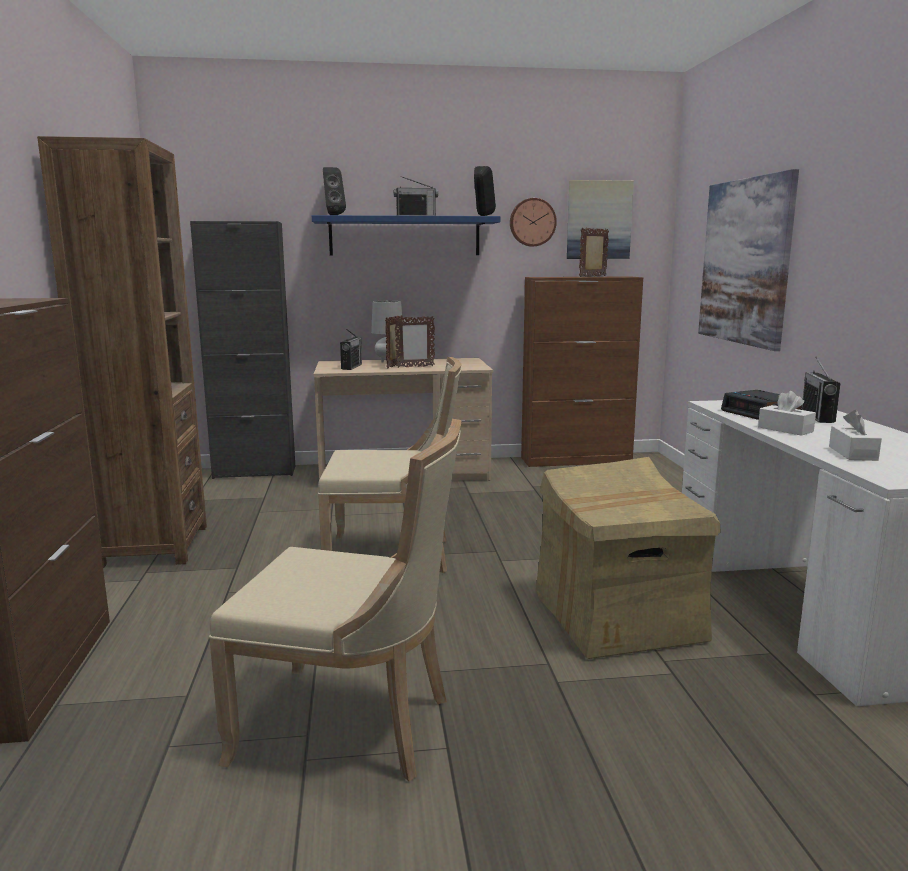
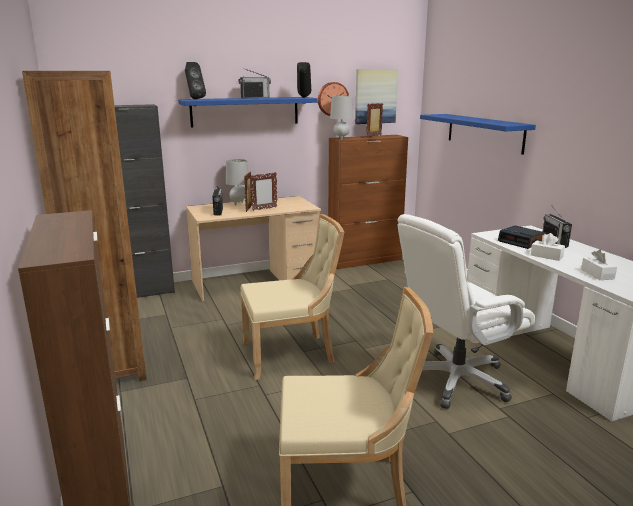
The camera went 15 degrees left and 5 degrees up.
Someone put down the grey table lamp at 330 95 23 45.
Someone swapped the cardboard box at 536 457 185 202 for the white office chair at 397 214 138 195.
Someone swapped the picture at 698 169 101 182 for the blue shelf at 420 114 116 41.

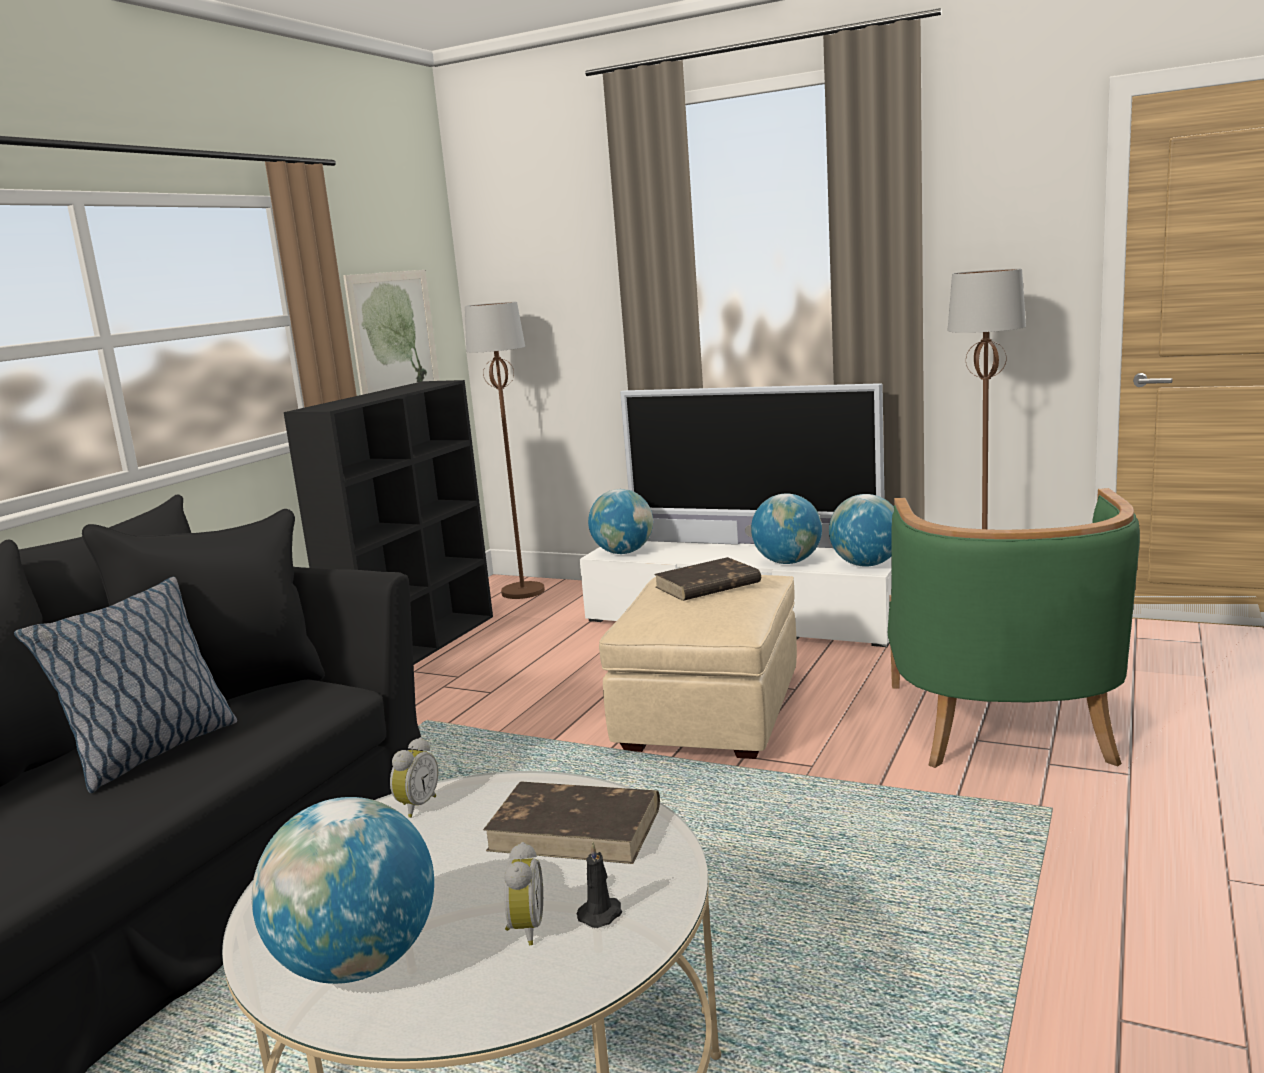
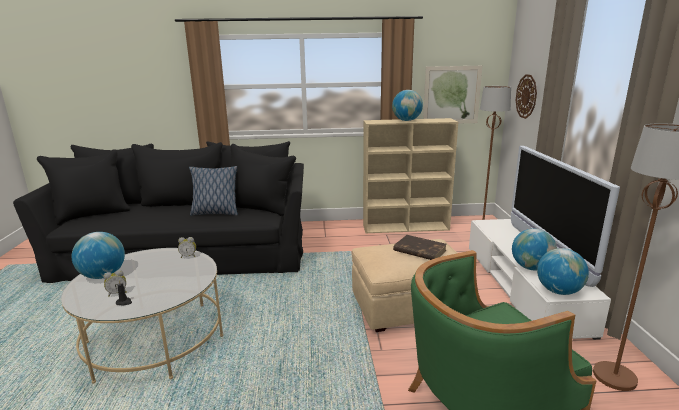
The camera went 60 degrees right and 5 degrees up.
Someone repainted the black bookcase at 284 380 209 284, which became the beige bookcase at 363 118 95 115.
Someone carried the globe from 588 489 65 65 to 392 90 31 31.
Someone put up the wall clock at 516 74 21 45.
Someone took away the brown book at 483 781 177 83.

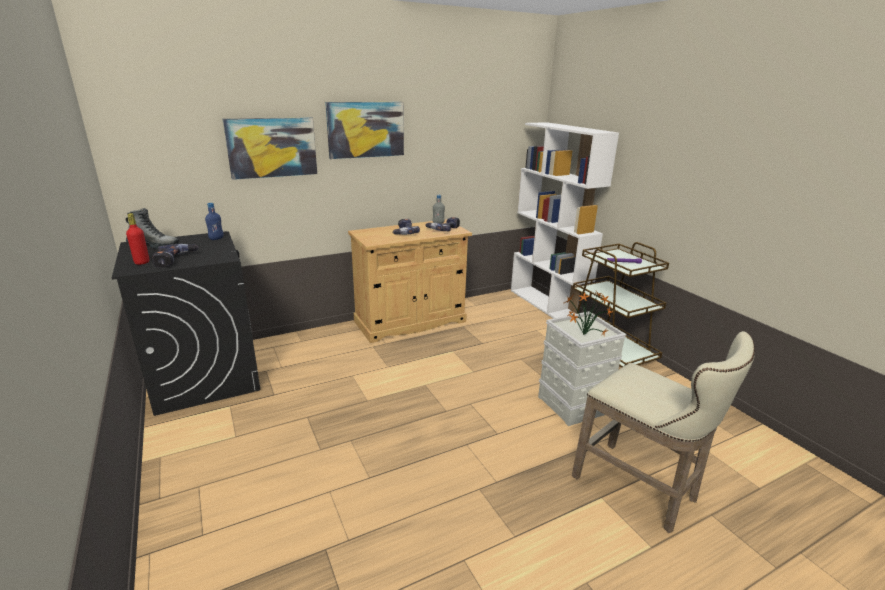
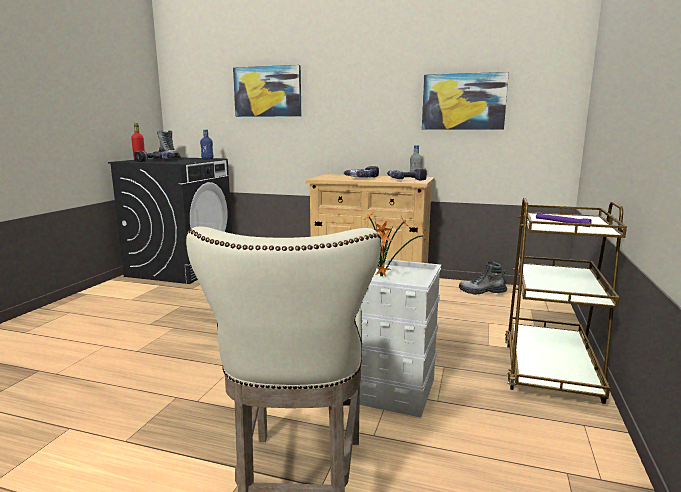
The camera went 45 degrees right and 10 degrees down.
Someone carried the picture from 325 102 79 57 to 422 72 87 58.
Someone put down the boot at 459 261 48 34.
Someone took away the white bookcase at 511 122 108 197.

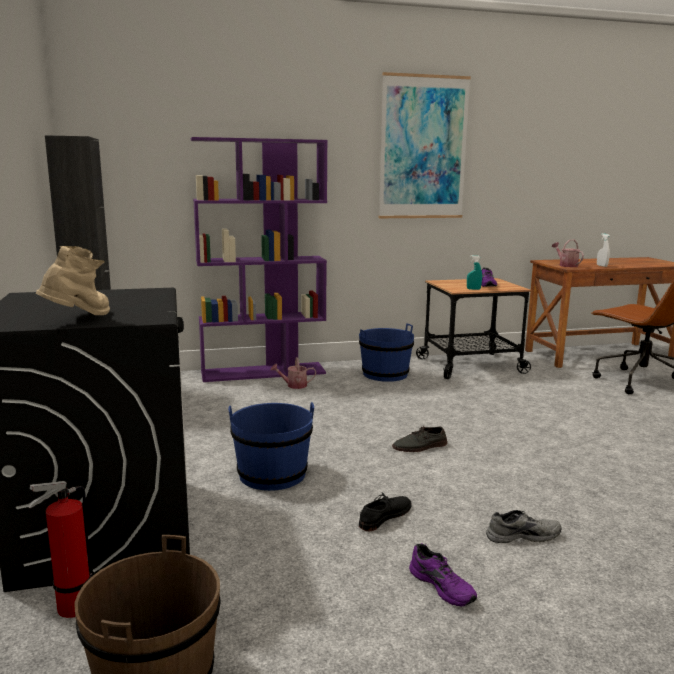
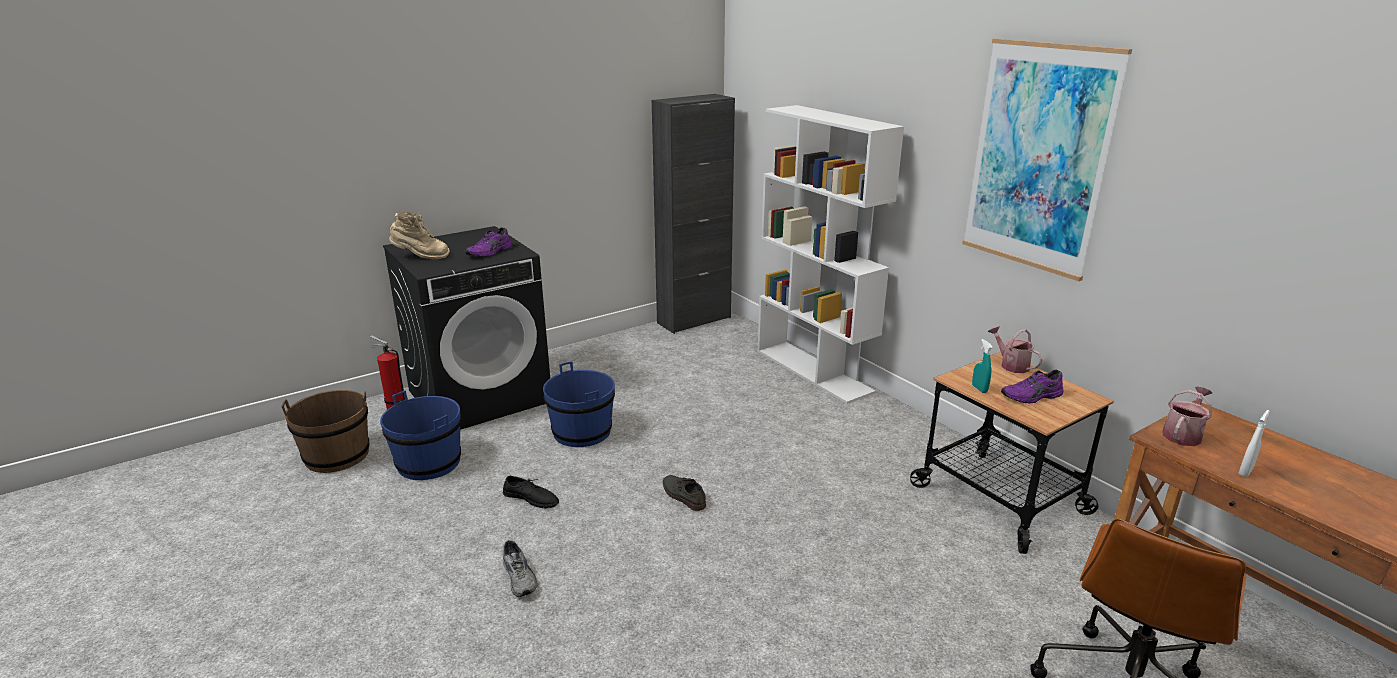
The camera went 70 degrees right and 10 degrees up.
Someone carried the blue bucket from 359 323 55 59 to 380 390 81 90.
Someone carried the purple shoe from 409 543 68 64 to 465 227 47 30.
Someone repainted the purple bookcase at 191 137 137 245, which became the white bookcase at 757 105 147 299.
Someone carried the watering can from 271 357 45 32 to 988 326 55 47.

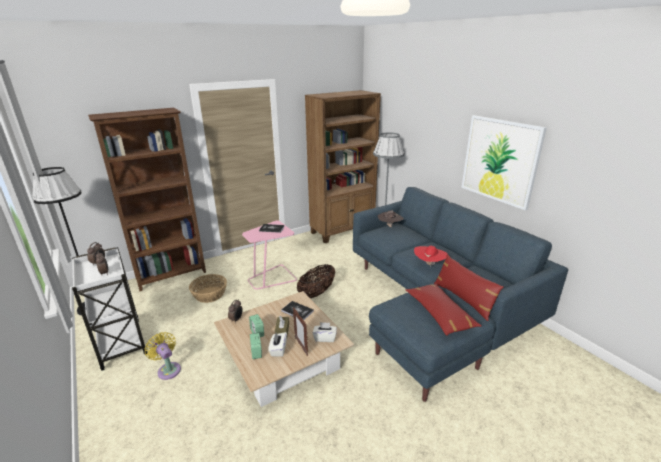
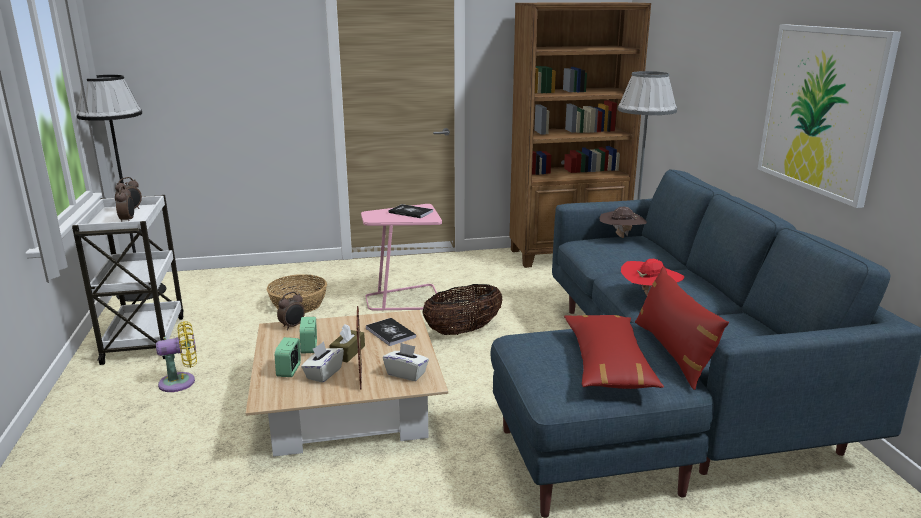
The camera went 20 degrees right and 5 degrees down.
Someone rotated the yellow fan at 145 332 36 48 by 90 degrees clockwise.
Someone took away the brown bookcase at 88 108 118 183.

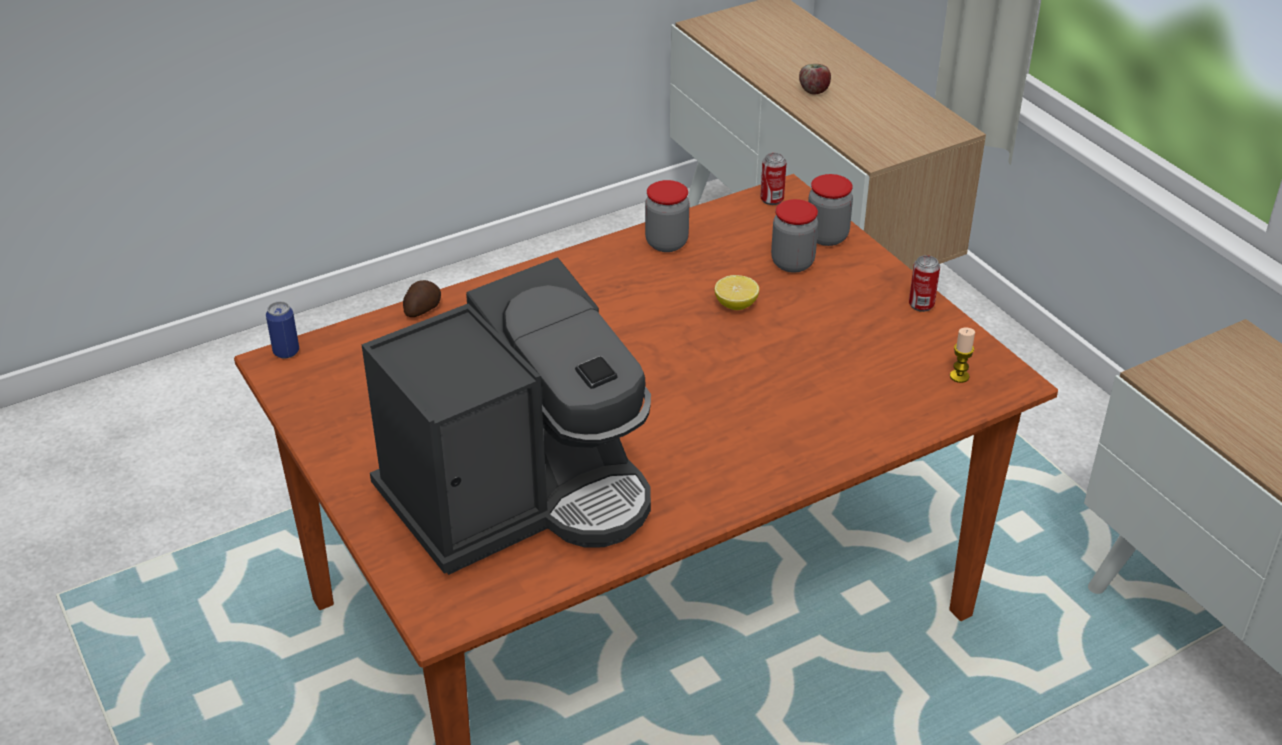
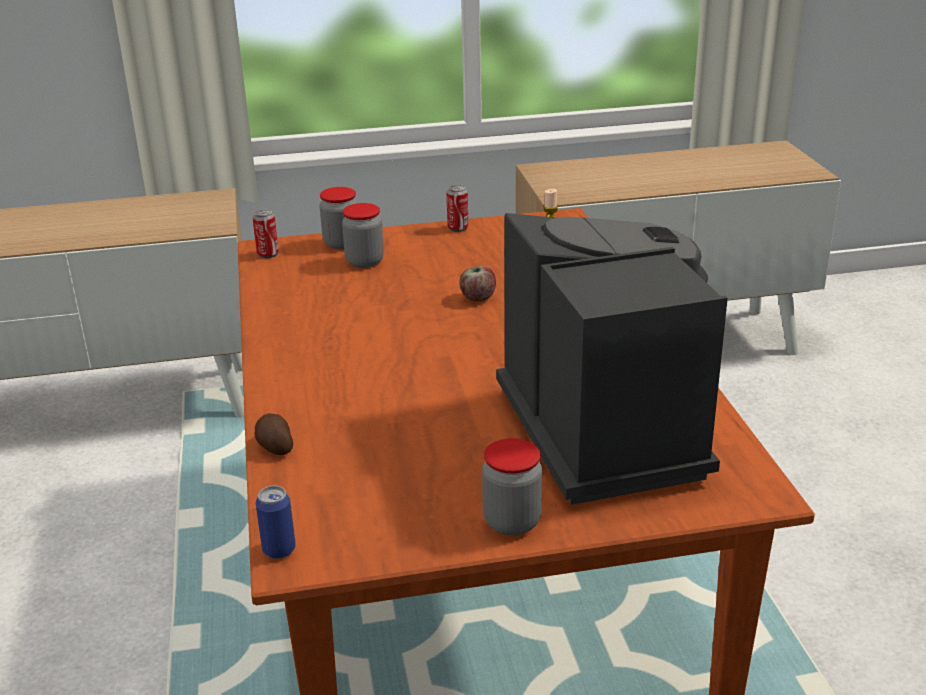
The camera went 70 degrees left and 10 degrees down.
Someone carried the apple from 799 64 32 31 to 459 266 37 36.
Someone carried the jar from 645 180 44 72 to 482 438 60 98.
Someone took away the lemon at 714 275 45 35.

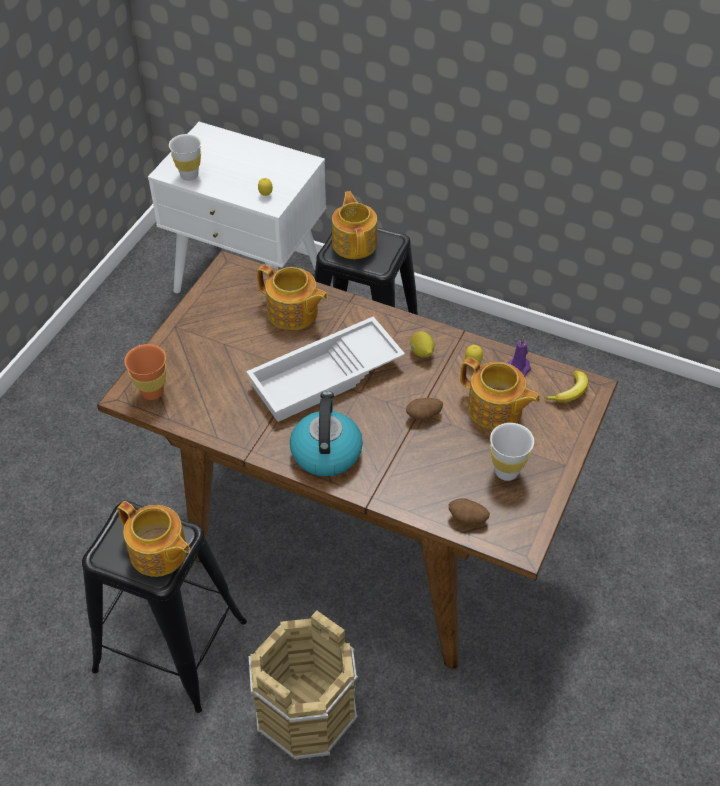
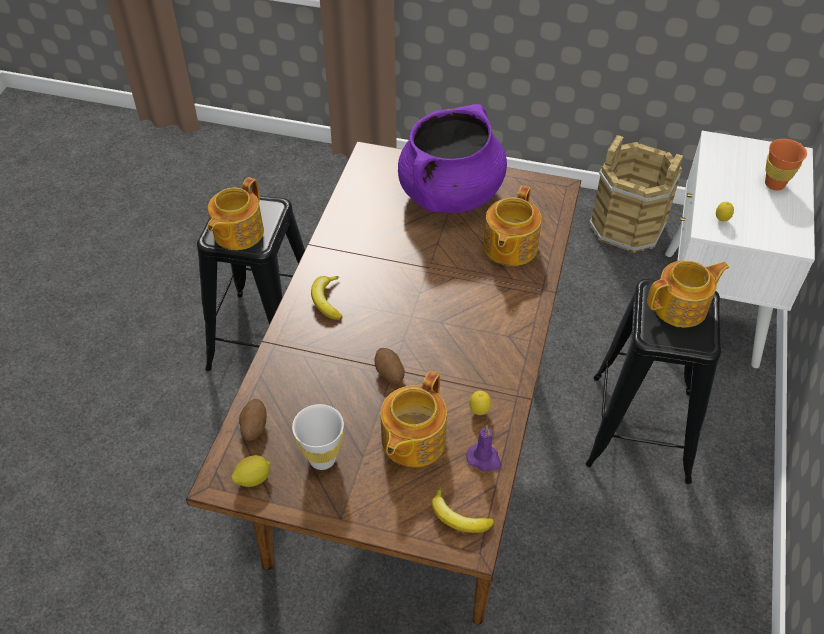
The camera went 80 degrees right and 0 degrees up.
Someone carried the lemon from 410 332 24 25 to 231 455 40 32.
Someone swapped the kettle at 290 391 73 86 for the banana at 311 276 31 44.
Someone put down the purple cooking pot at 398 104 109 109.
Someone carried the brown bucket from 249 611 109 149 to 589 135 94 118.
Someone carried the orange cup from 124 344 43 56 to 765 139 42 51.
Someone took away the white cup at 169 134 32 47.
Someone took away the white tray at 246 316 159 106.

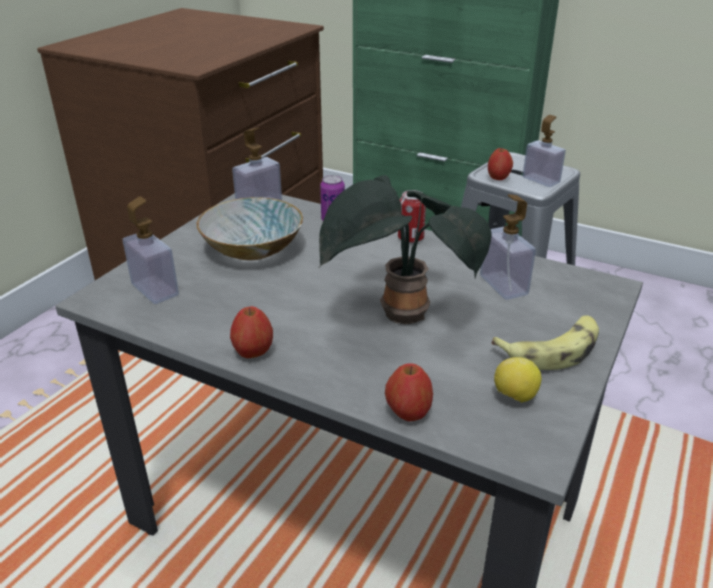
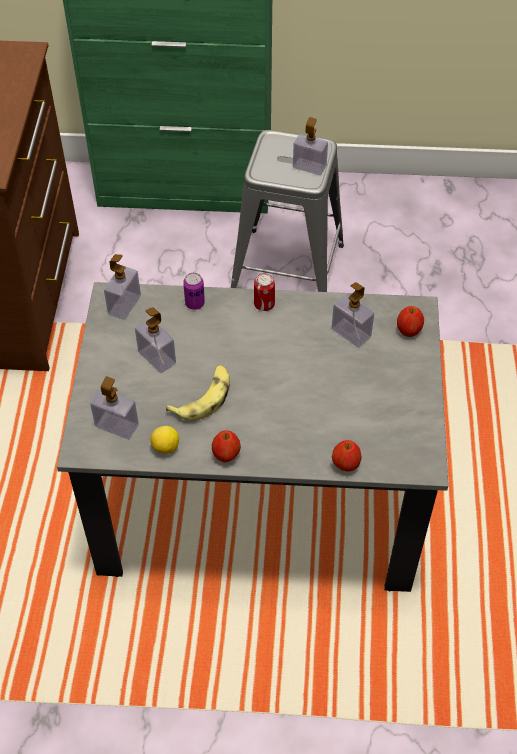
The camera went 25 degrees left and 20 degrees up.
Someone swapped the bowl at 197 197 106 63 for the soap dispenser at 135 307 41 66.
Someone carried the lemon from 494 357 48 46 to 150 426 29 28.
Someone carried the banana from 492 315 107 55 to 166 365 64 56.
Someone carried the apple from 488 148 25 32 to 397 306 27 31.
Someone took away the potted plant at 319 175 173 149.

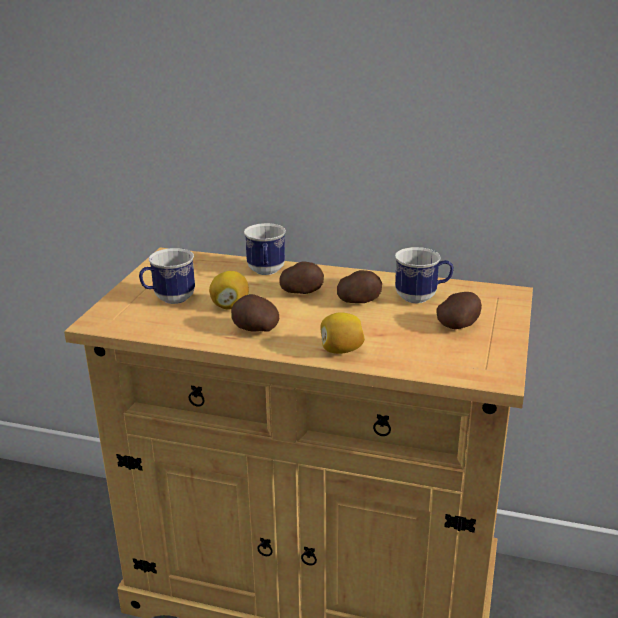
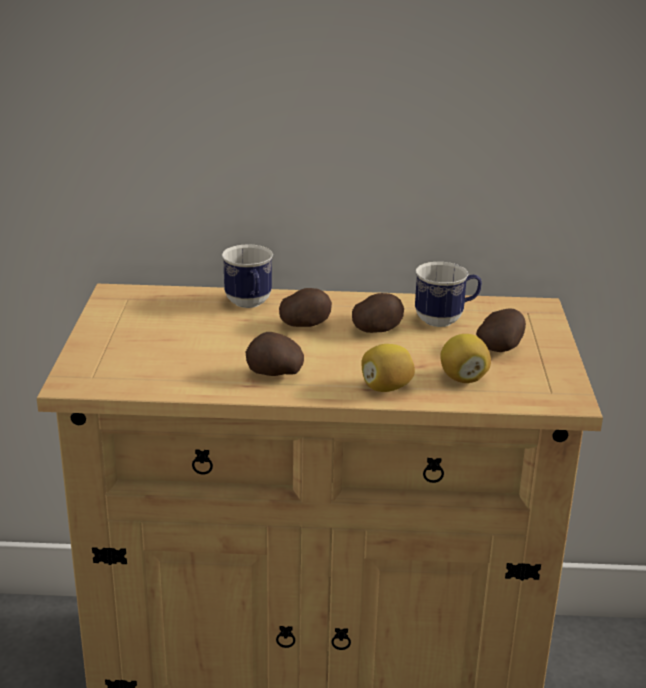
The camera went 15 degrees left and 0 degrees up.
Someone carried the lemon from 209 271 40 39 to 440 334 51 49.
Someone took away the mug at 139 248 56 56.

